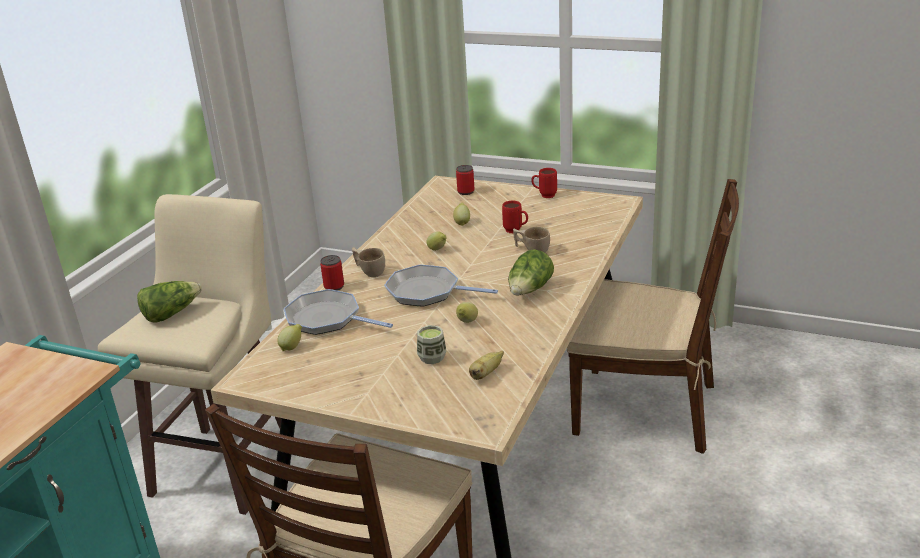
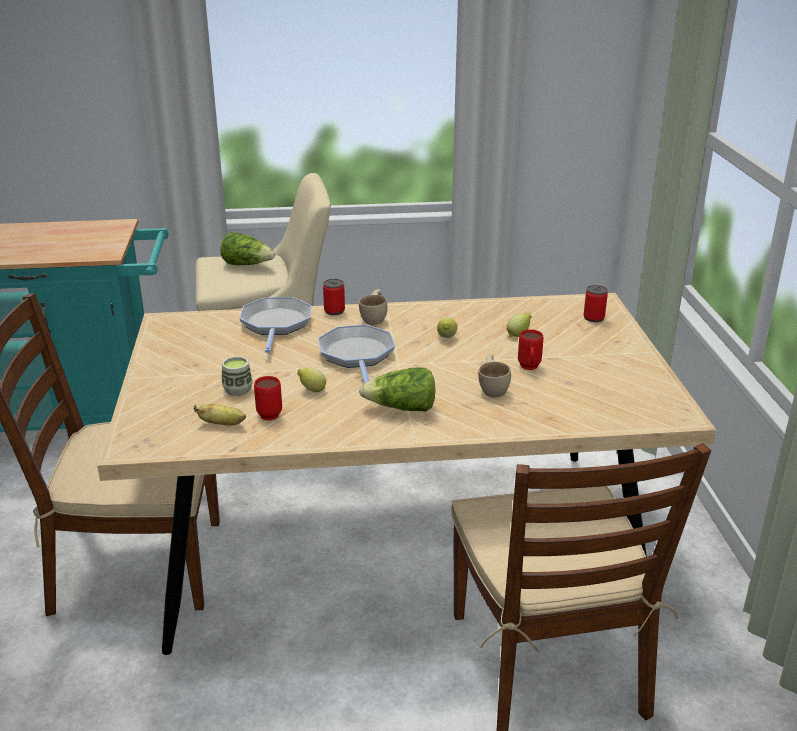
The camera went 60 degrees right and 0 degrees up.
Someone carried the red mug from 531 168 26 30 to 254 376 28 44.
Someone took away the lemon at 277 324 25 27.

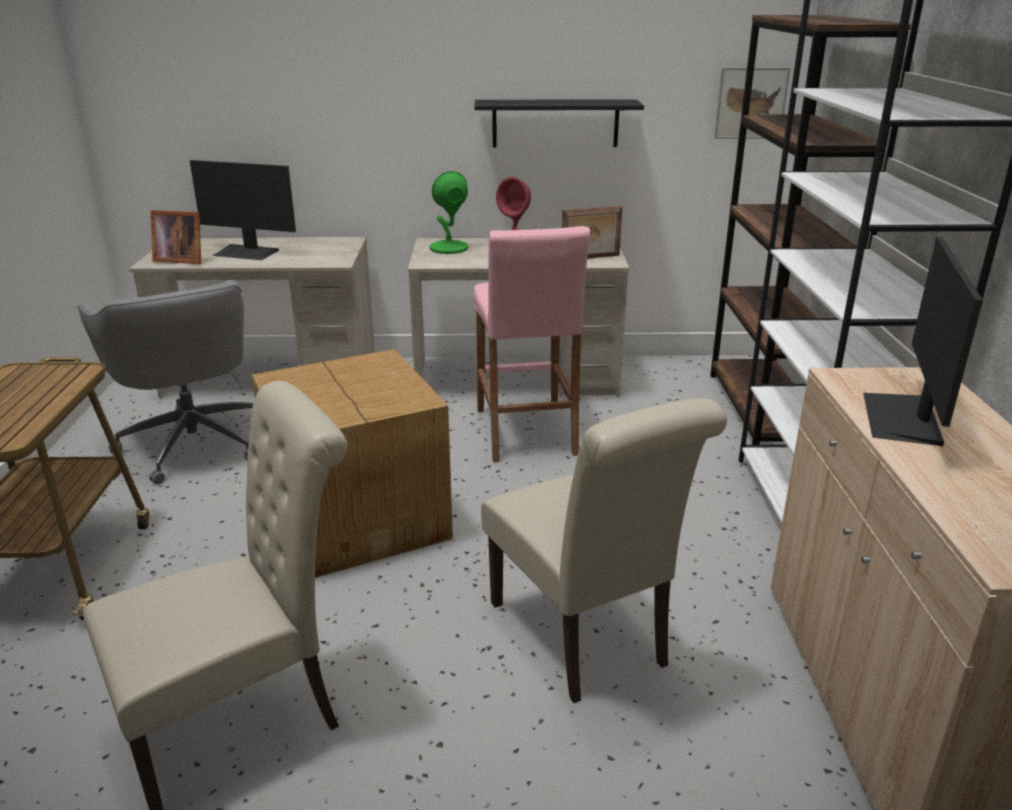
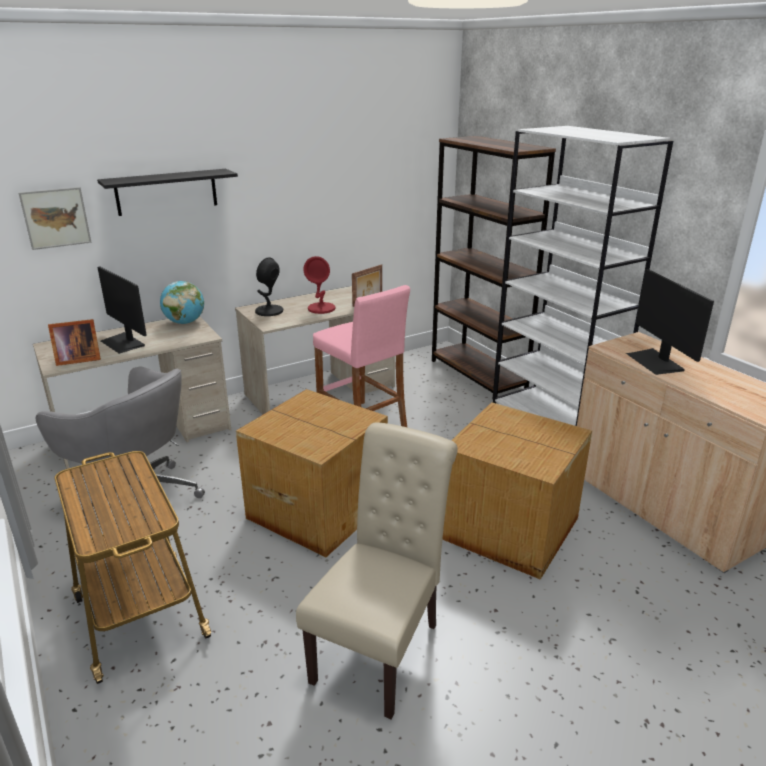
The camera went 30 degrees left and 0 degrees up.
Someone carried the picture from 714 67 77 72 to 18 187 74 63.
Someone carried the black shelf from 474 99 170 48 to 97 169 141 47.
Someone rotated the monitor at 190 160 106 100 by 60 degrees clockwise.
Someone put down the globe at 160 281 44 43.
Someone repainted the green table lamp at 430 171 39 83, which became the black table lamp at 255 257 28 59.
Someone swapped the beige chair at 481 398 246 305 for the cardboard box at 442 402 150 178.

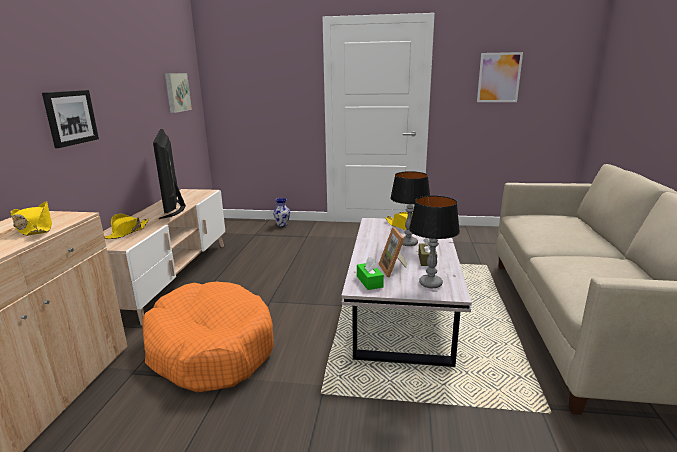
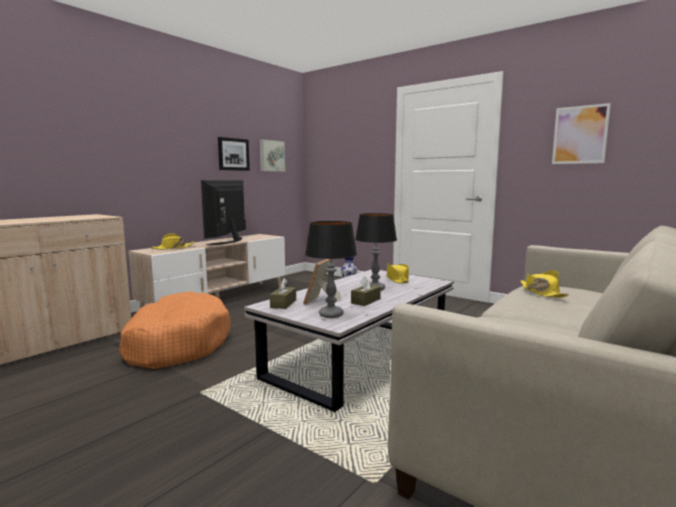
The camera went 30 degrees right and 10 degrees down.
Someone carried the picture from 42 90 57 58 to 218 137 32 34.
Someone repainted the green tissue box at 357 257 27 33, which became the brown tissue box at 270 278 26 31.
Someone carried the yellow hat from 10 201 42 35 to 521 270 48 27.

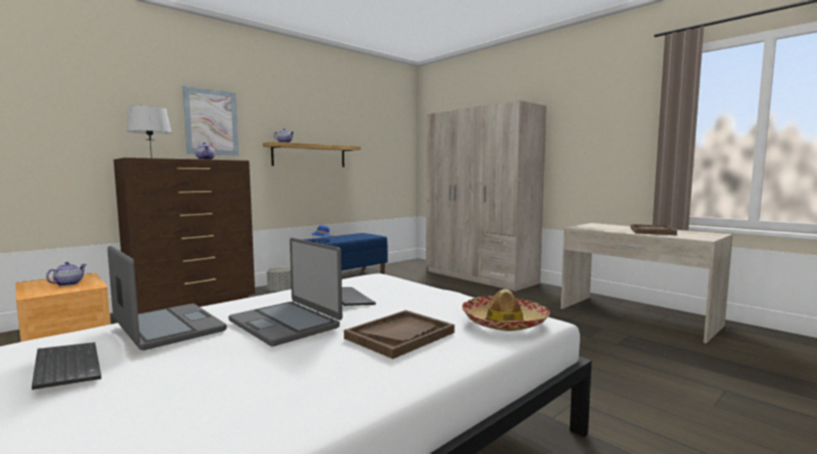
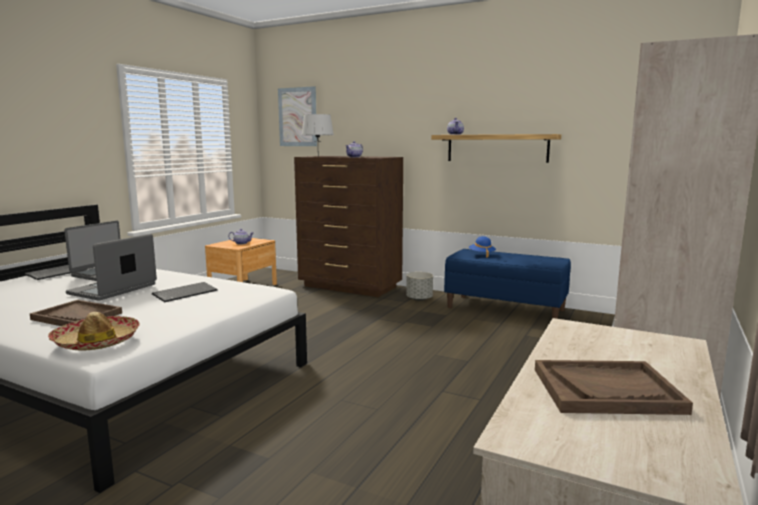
The camera went 70 degrees right and 5 degrees up.
Someone carried the picture from 183 86 56 70 to 278 86 39 60.

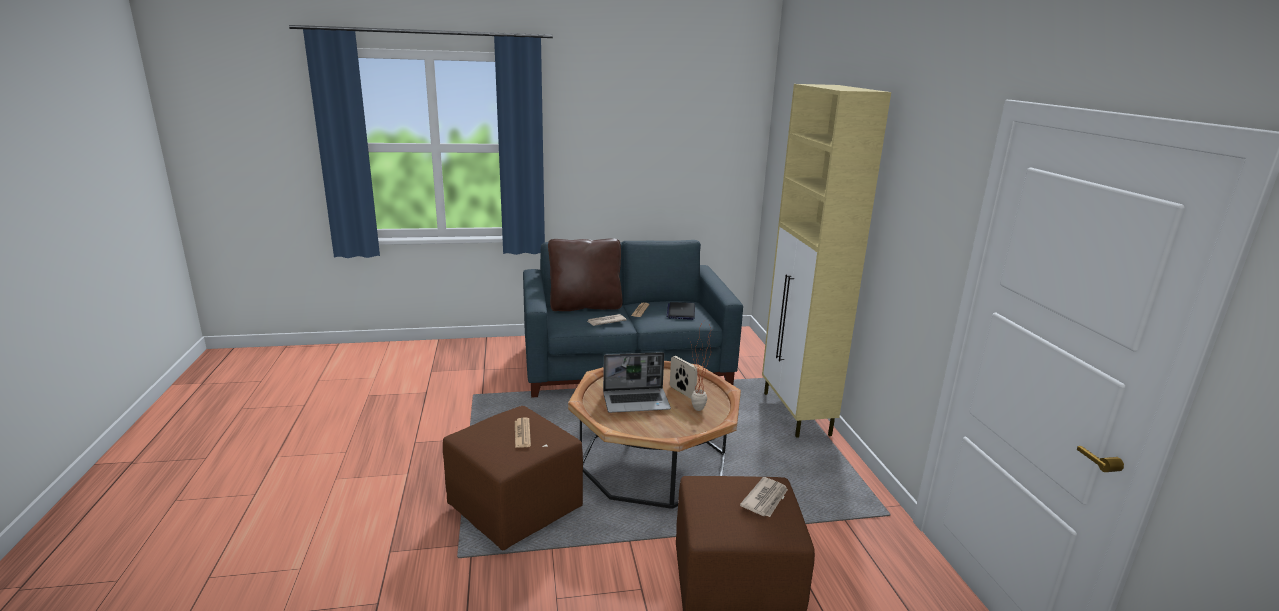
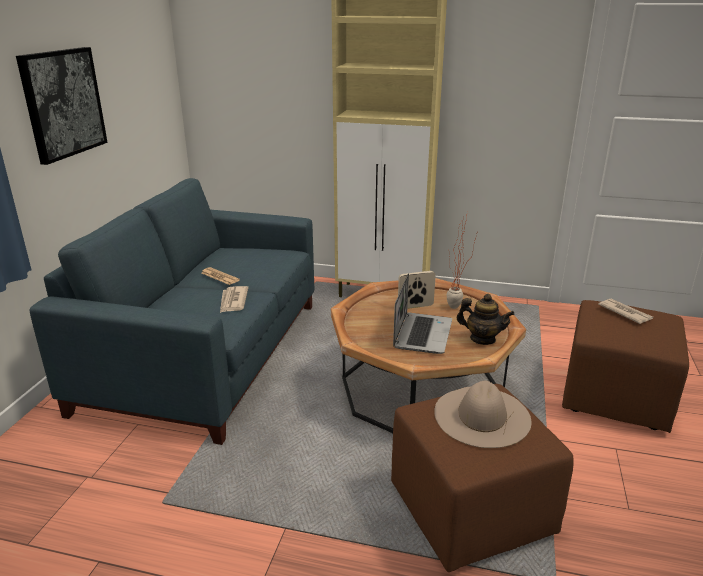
The camera went 65 degrees left and 5 degrees up.
Someone put up the picture at 16 47 92 118.
Someone swapped the newspaper at 515 417 16 31 for the beige hat at 434 380 97 68.
Someone put down the teapot at 457 294 58 51.
Someone took away the brown pillow at 548 238 75 73.
Someone took away the laptop at 667 302 28 18.

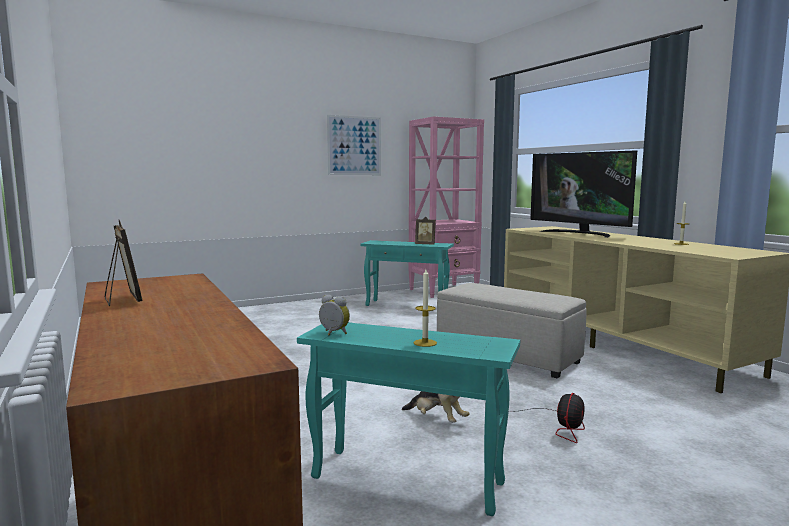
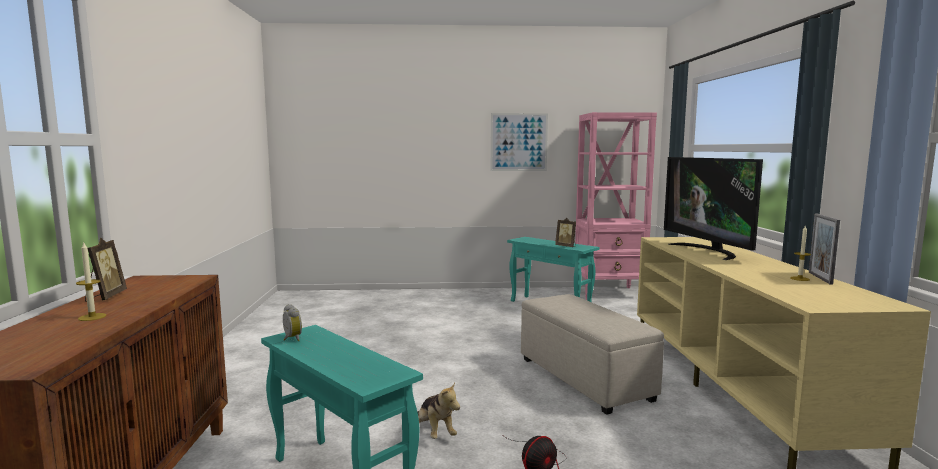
The camera went 25 degrees right and 0 degrees up.
Someone carried the candle from 414 269 23 78 to 76 241 30 80.
Someone put down the picture frame at 809 214 31 71.

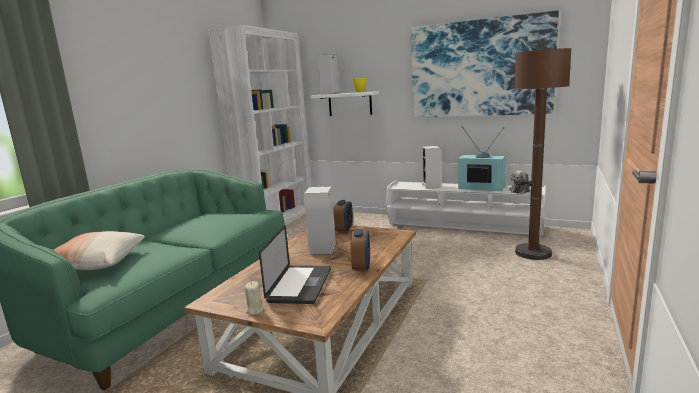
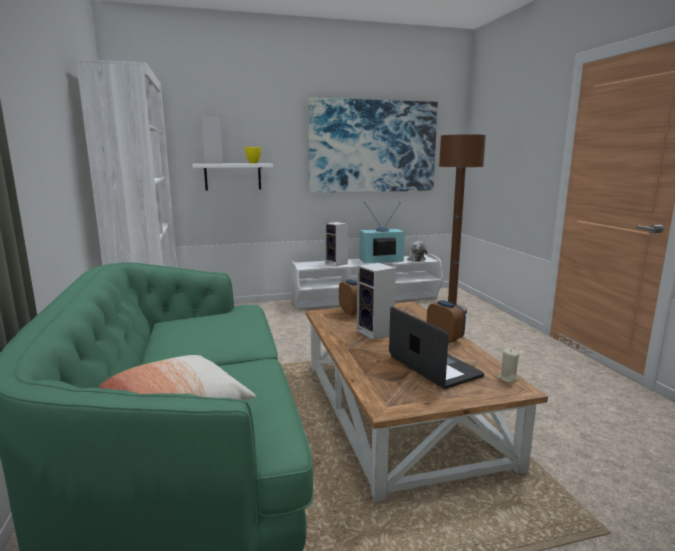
The camera went 40 degrees left and 0 degrees up.
Someone carried the beige candle from 245 281 19 34 to 497 348 22 35.

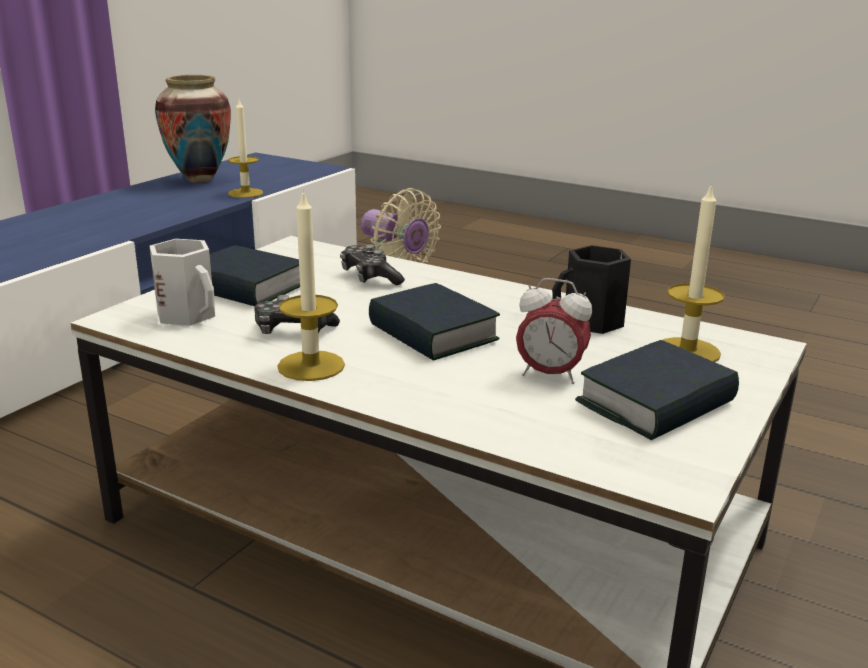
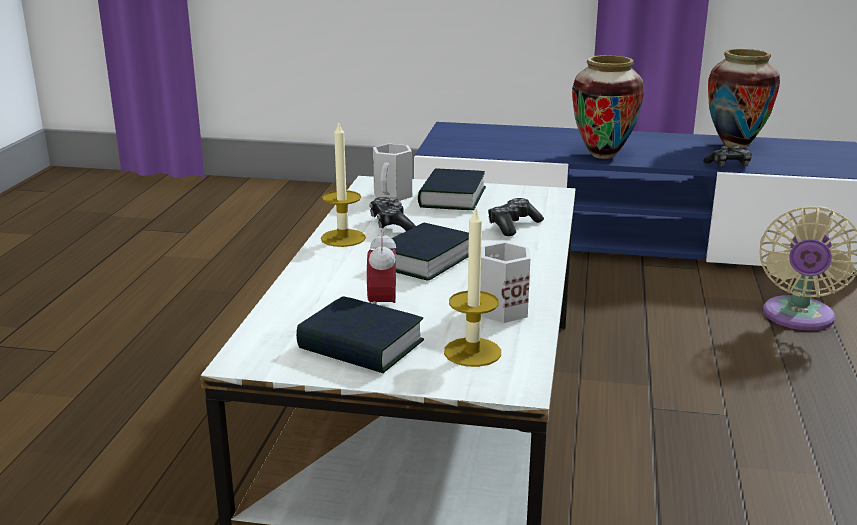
The camera went 70 degrees right and 0 degrees up.
Someone repainted the black mug at 552 245 79 89, which became the white mug at 480 242 50 81.
Someone put down the vase at 572 55 72 104.
Someone swapped the candle at 228 100 35 98 for the game controller at 703 146 49 21.

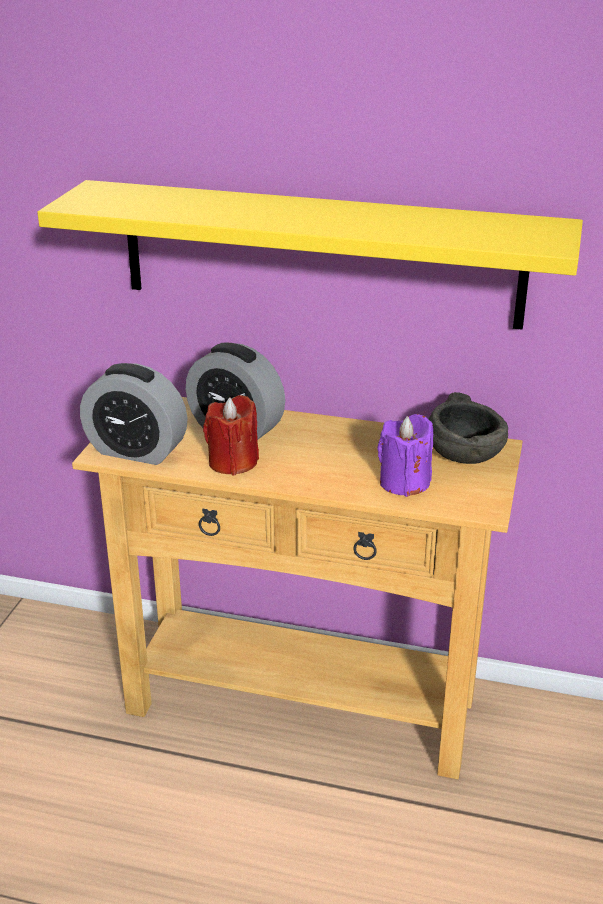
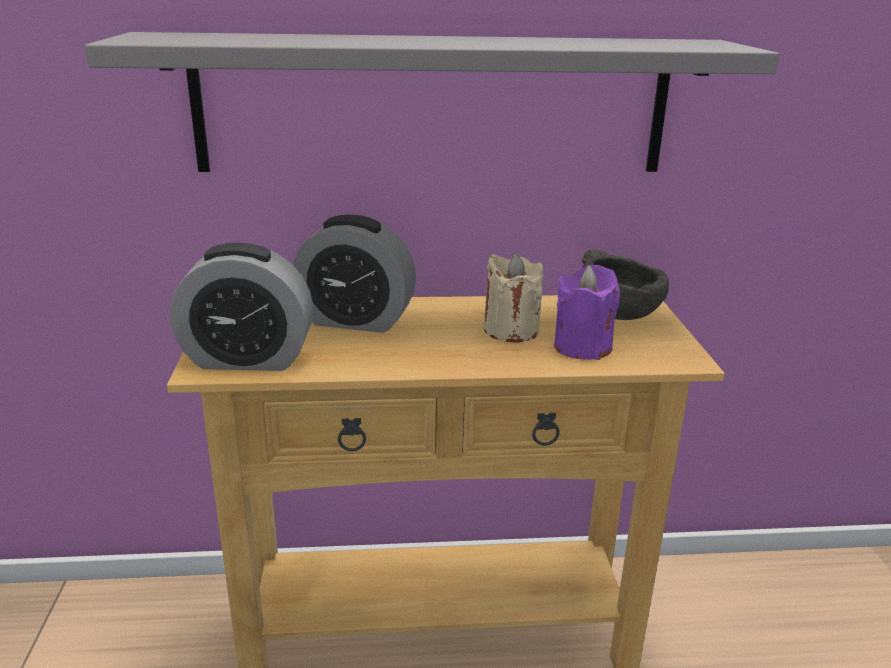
The camera went 20 degrees left and 5 degrees down.
Someone repainted the yellow shelf at 37 180 546 150, which became the grey shelf at 85 32 694 140.
Someone put down the beige candle at 484 253 59 89.
Someone took away the red candle at 203 395 56 81.

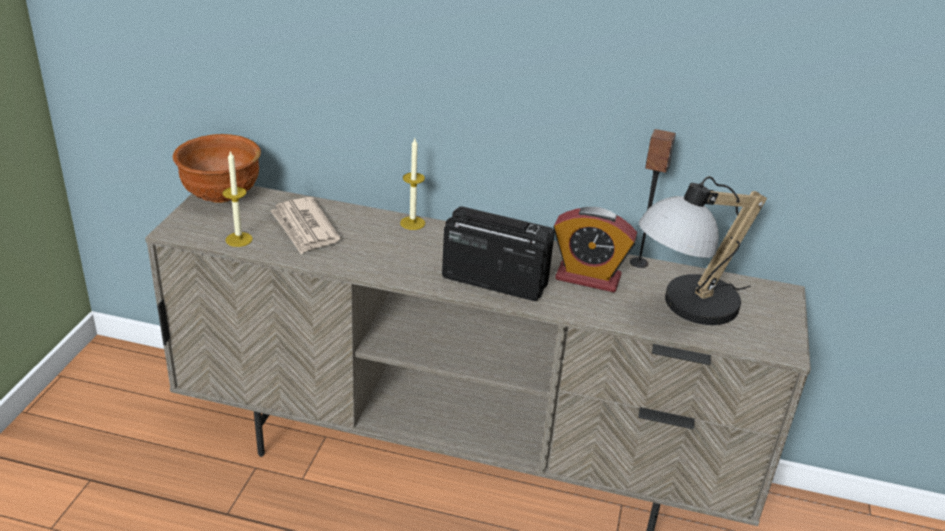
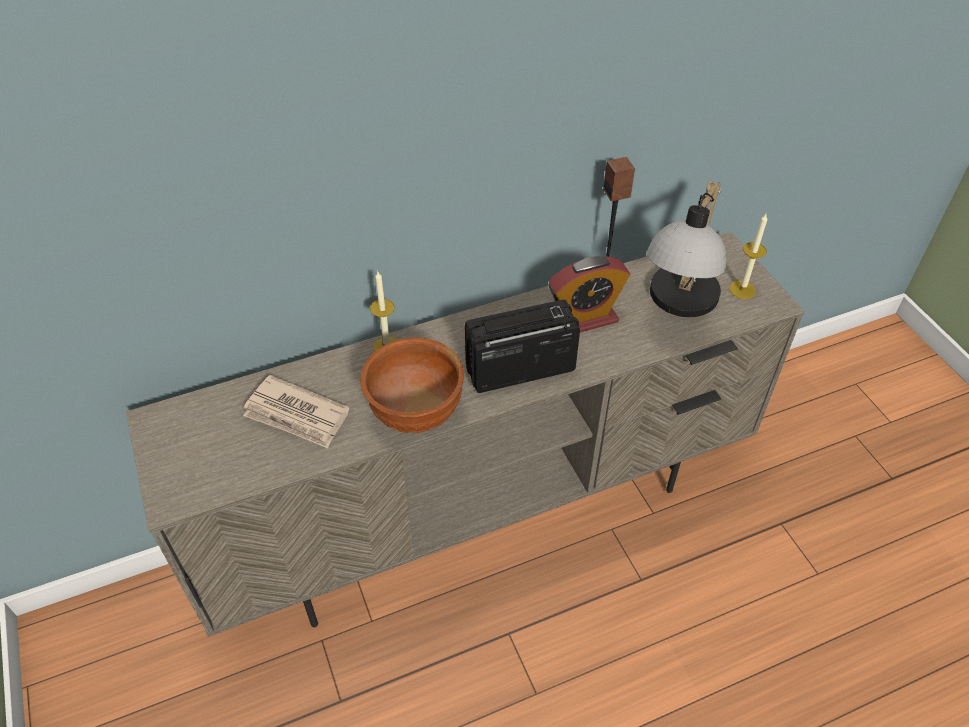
The camera went 35 degrees left and 15 degrees up.
Someone carried the brown bowl from 173 134 88 69 to 360 338 104 95.
Someone carried the candle from 222 150 31 97 to 729 214 38 85.

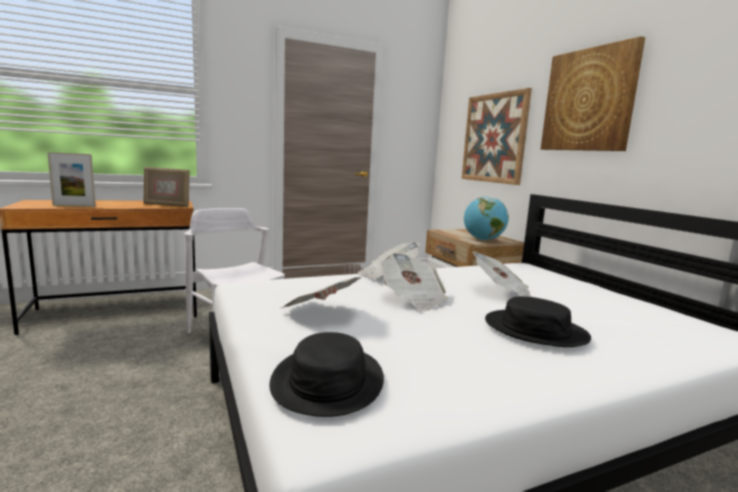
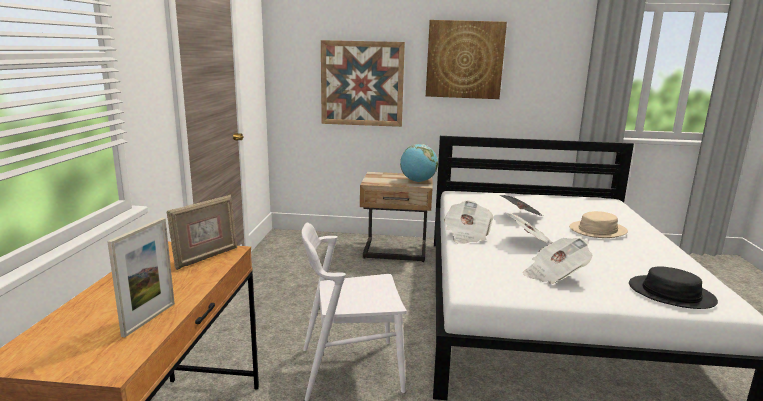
The camera went 60 degrees left and 5 degrees up.
Someone repainted the black hat at 485 296 106 51, which became the beige hat at 569 211 59 27.

